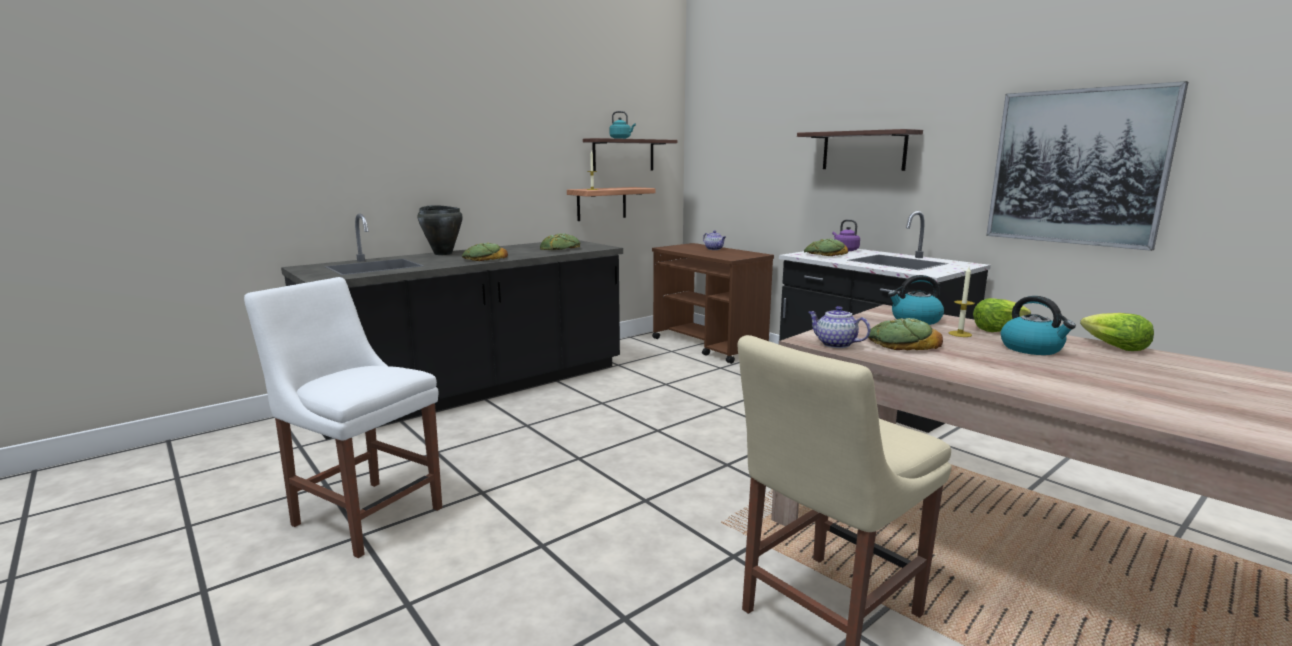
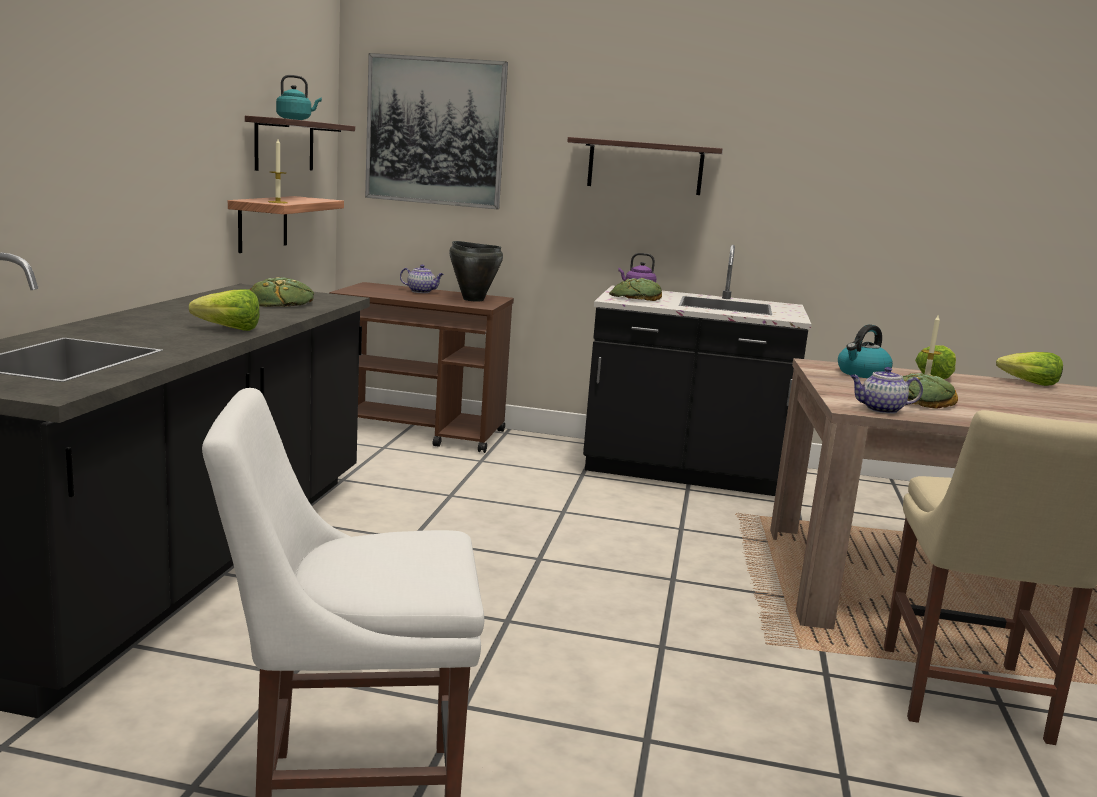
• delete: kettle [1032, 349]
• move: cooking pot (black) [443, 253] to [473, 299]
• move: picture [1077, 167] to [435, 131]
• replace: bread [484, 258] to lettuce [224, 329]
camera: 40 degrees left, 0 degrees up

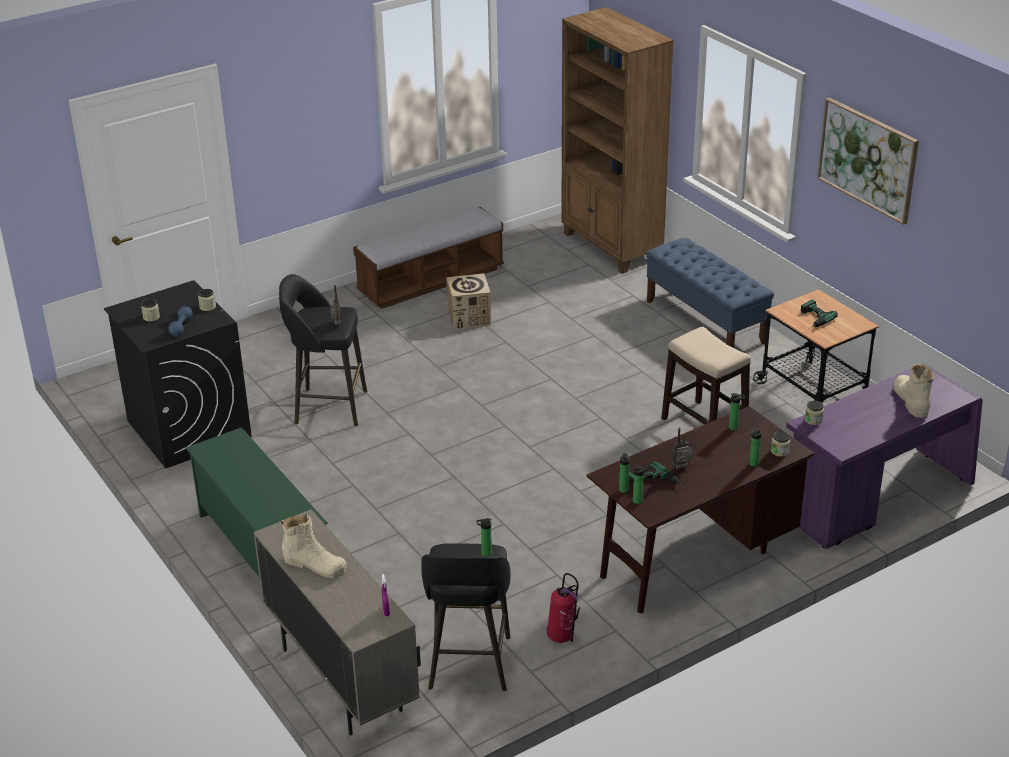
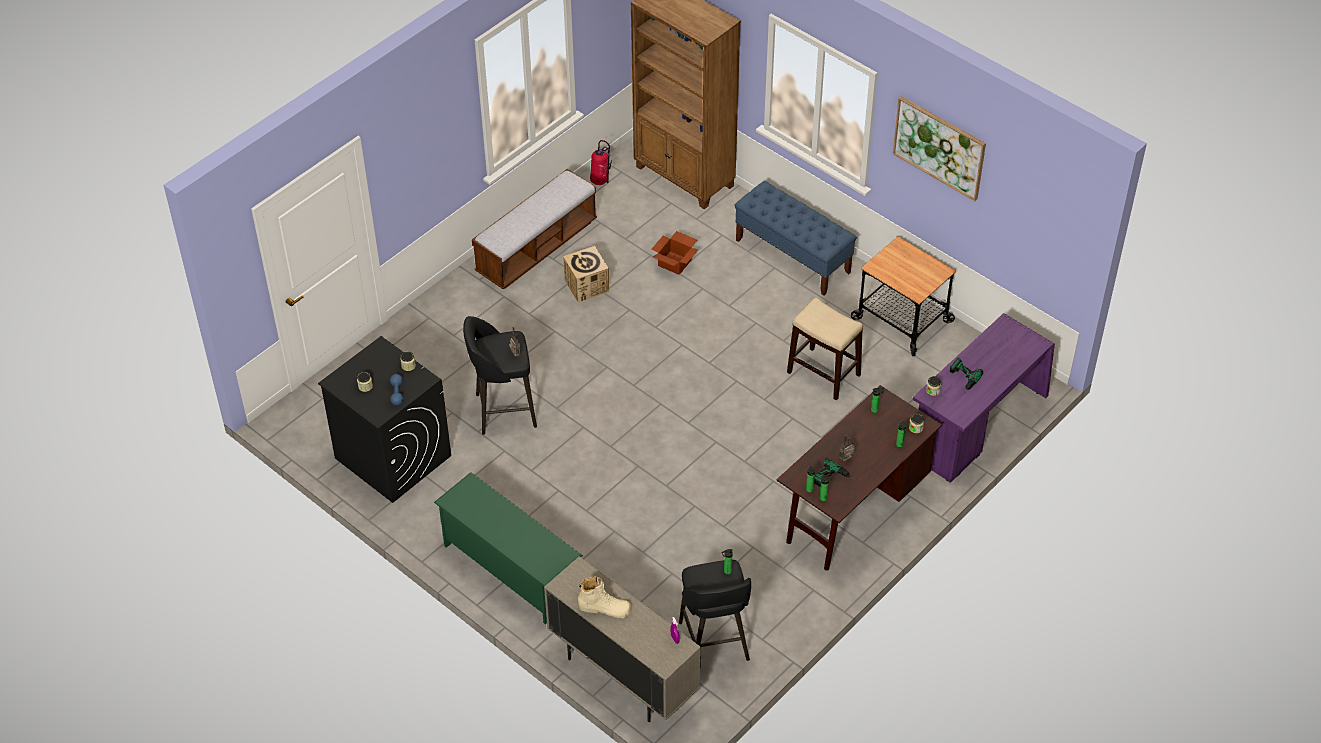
• delete: boot (beige) [911, 400]
• insert: cardboard box [675, 262]
• move: fire extinguisher [562, 637] to [600, 181]
• move: power drill [812, 319] to [961, 379]
camera: 15 degrees left, 15 degrees up

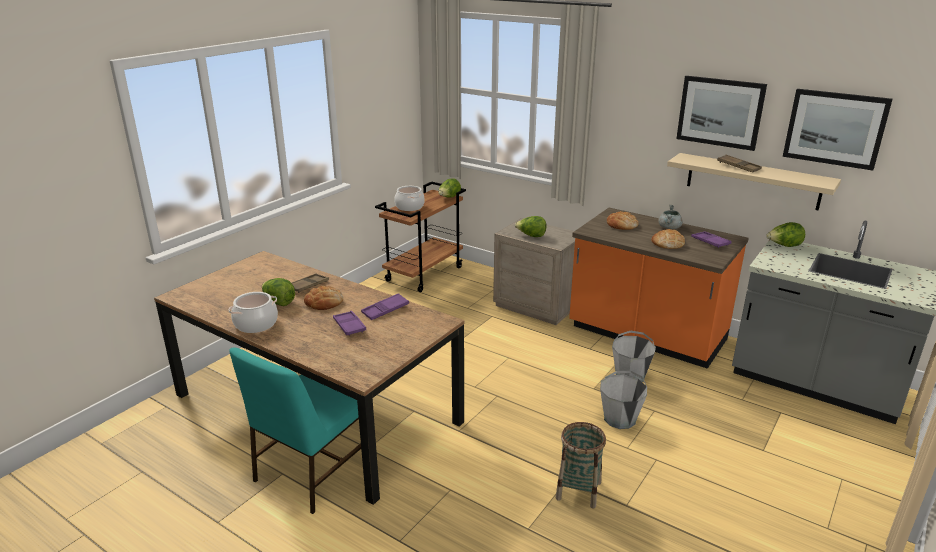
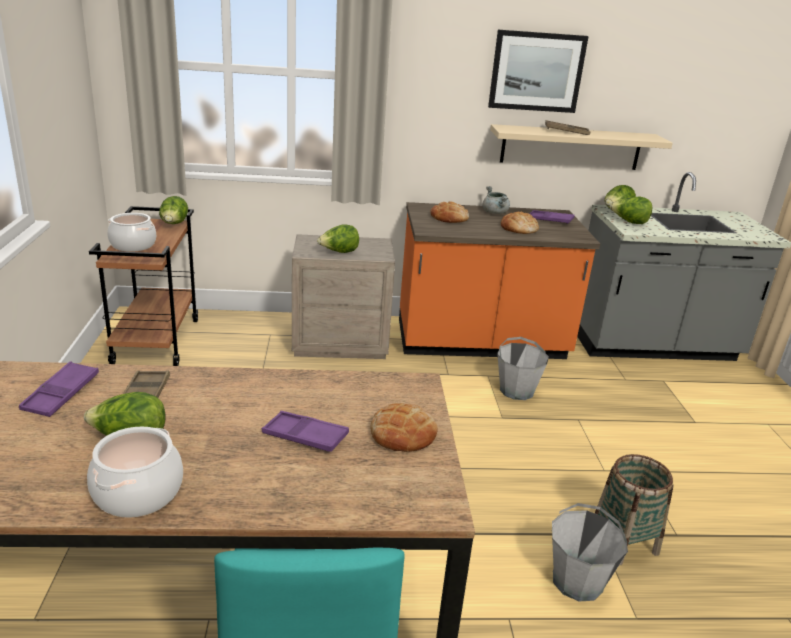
• delete: picture [835, 128]
• insert: lettuce [629, 222]
• move: bread [324, 302] to [403, 433]
• move: tray (purple) [385, 310] to [61, 394]
• move: bucket (grey) [620, 419] to [577, 581]
camera: 40 degrees left, 0 degrees up

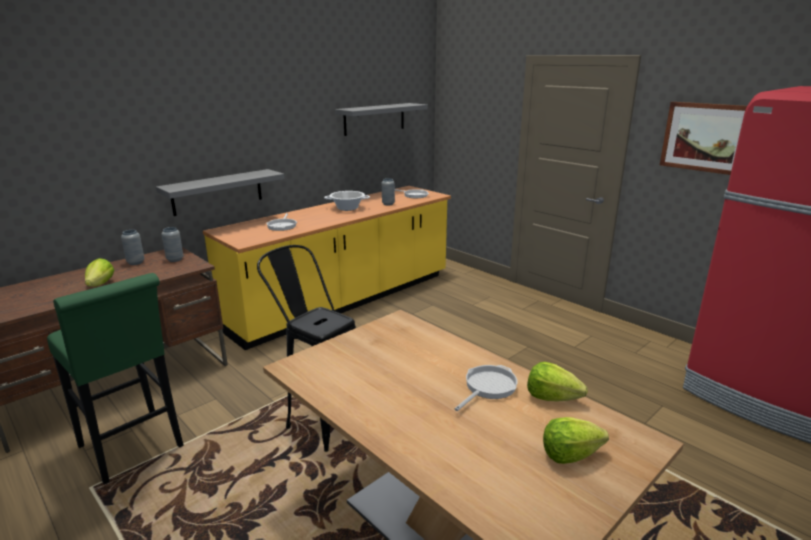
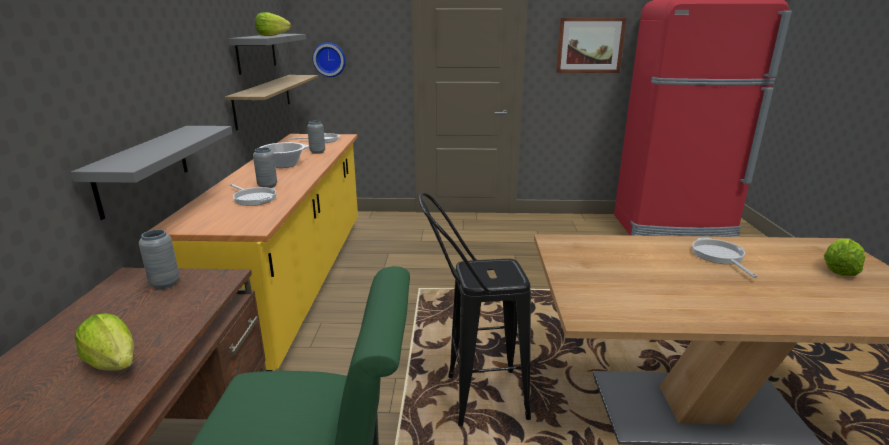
• insert: shelf [263, 99]
• insert: wall clock [329, 59]
• move: vase (grey) [136, 262] to [267, 186]
• move: lettuce [552, 397] to [272, 35]
camera: 45 degrees left, 0 degrees up

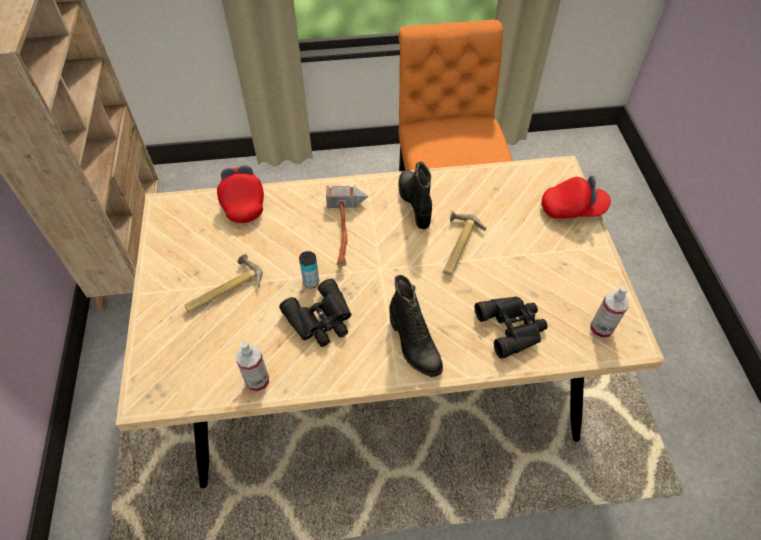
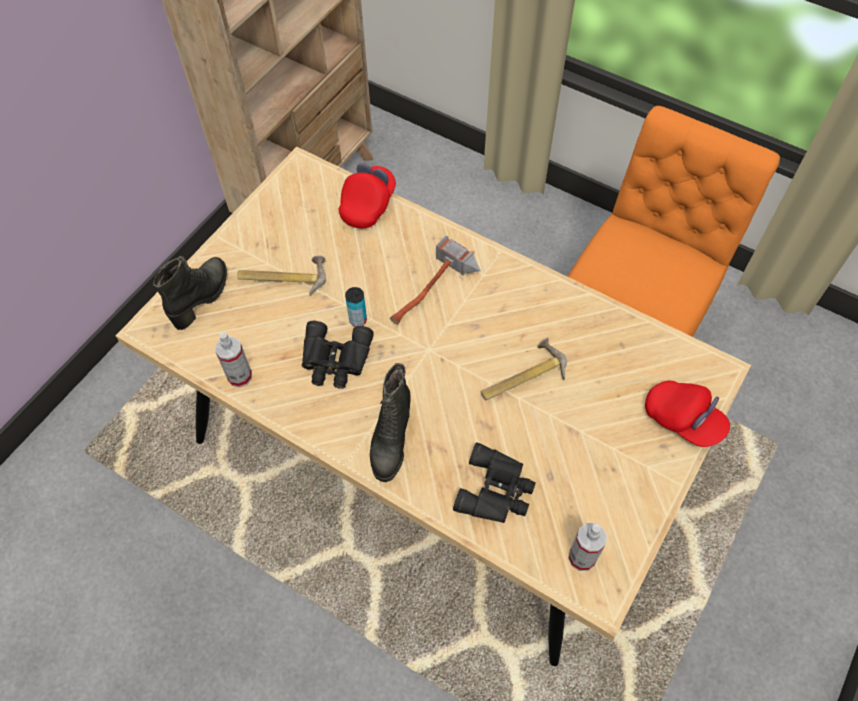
• move: boot (black) [415, 203] to [201, 298]
camera: 40 degrees right, 5 degrees up

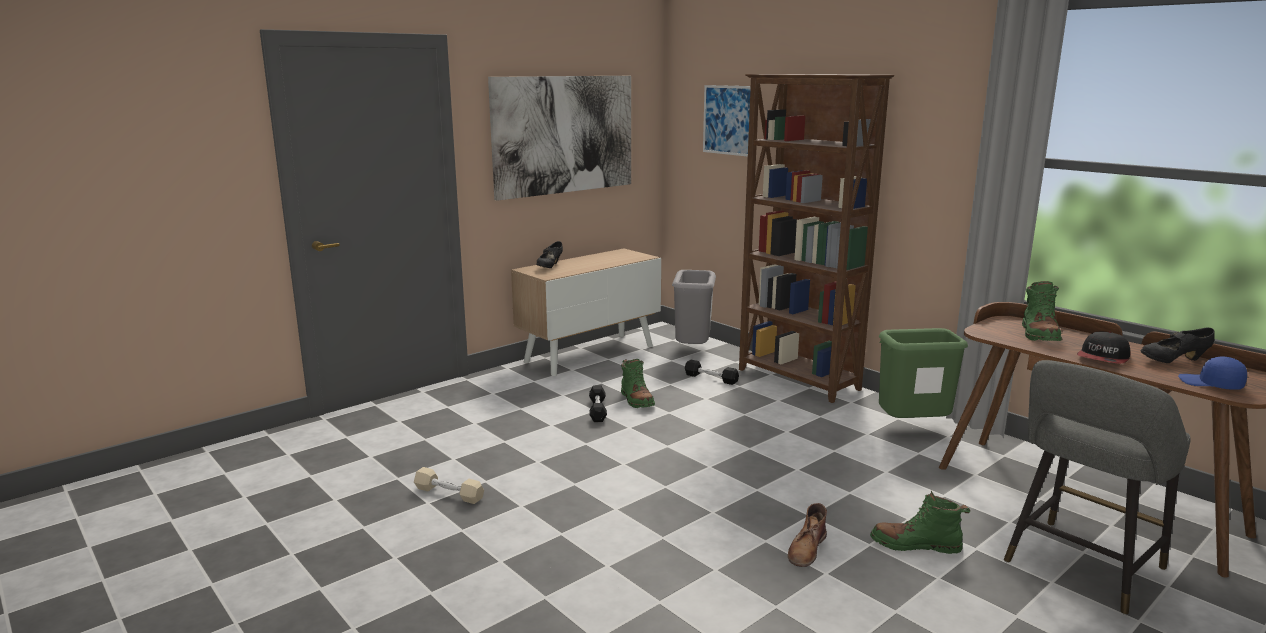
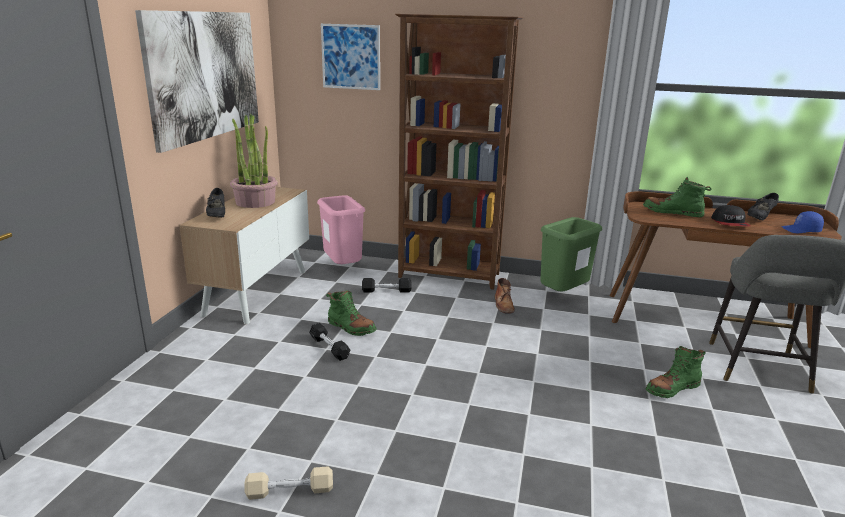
• insert: potted plant [255, 202]
• move: boot (brown) [807, 549] to [503, 304]
• recolor: trash can (grey) [693, 350] to trash can (pink) [343, 268]
• rotate: boot (green) [1039, 334] = [672, 213] 135 degrees clockwise
camera: 35 degrees left, 5 degrees up

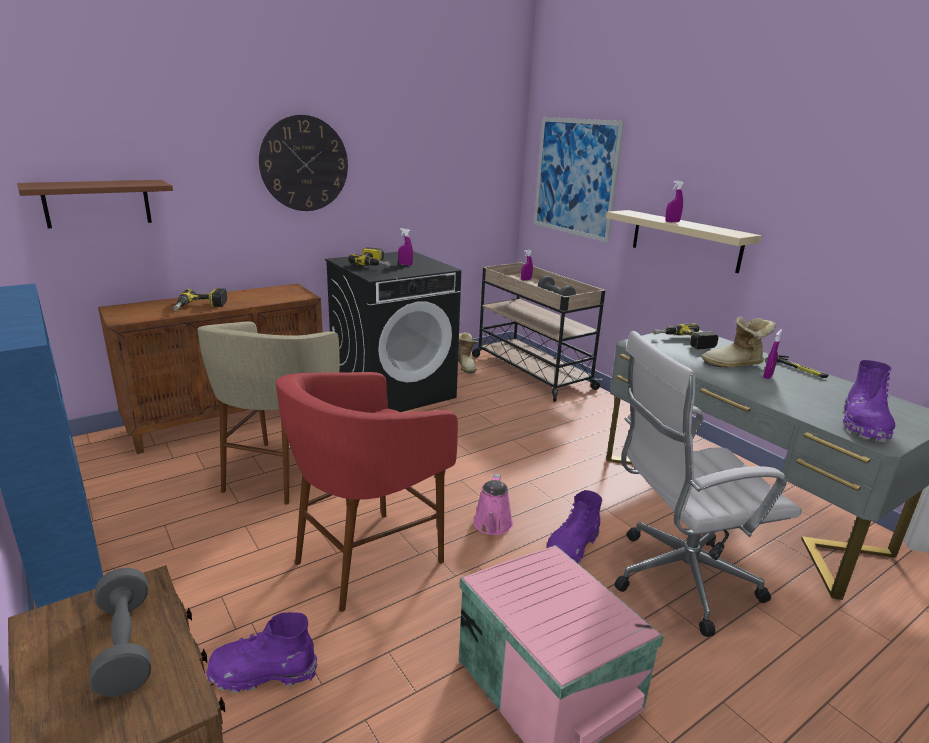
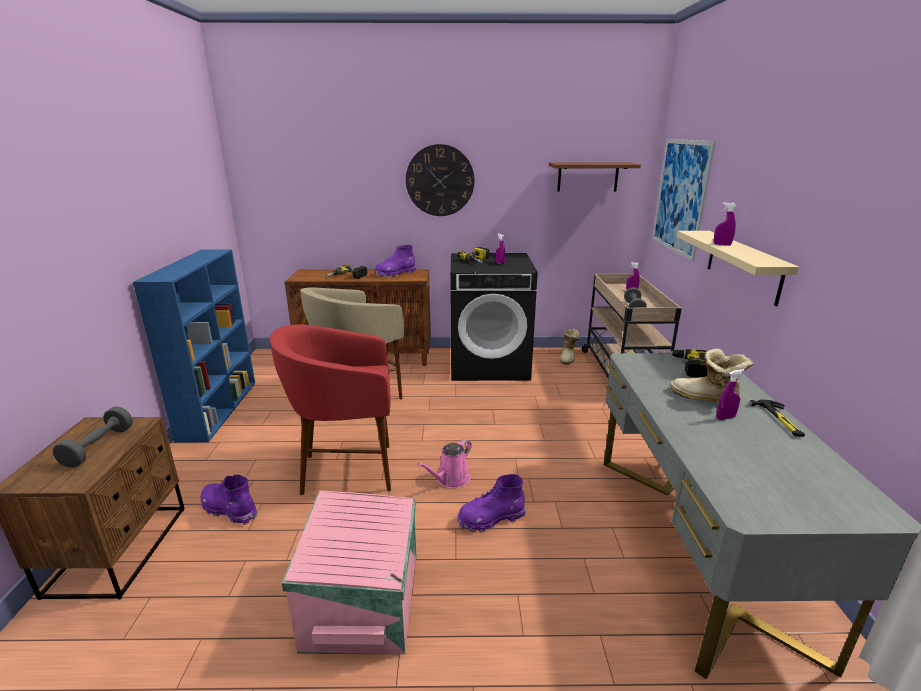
• delete: office chair (white) [676, 580]
• move: shelf (brown) [97, 203] to [588, 177]
• move: boot (purple) [863, 424] to [395, 274]
camera: 35 degrees right, 0 degrees up

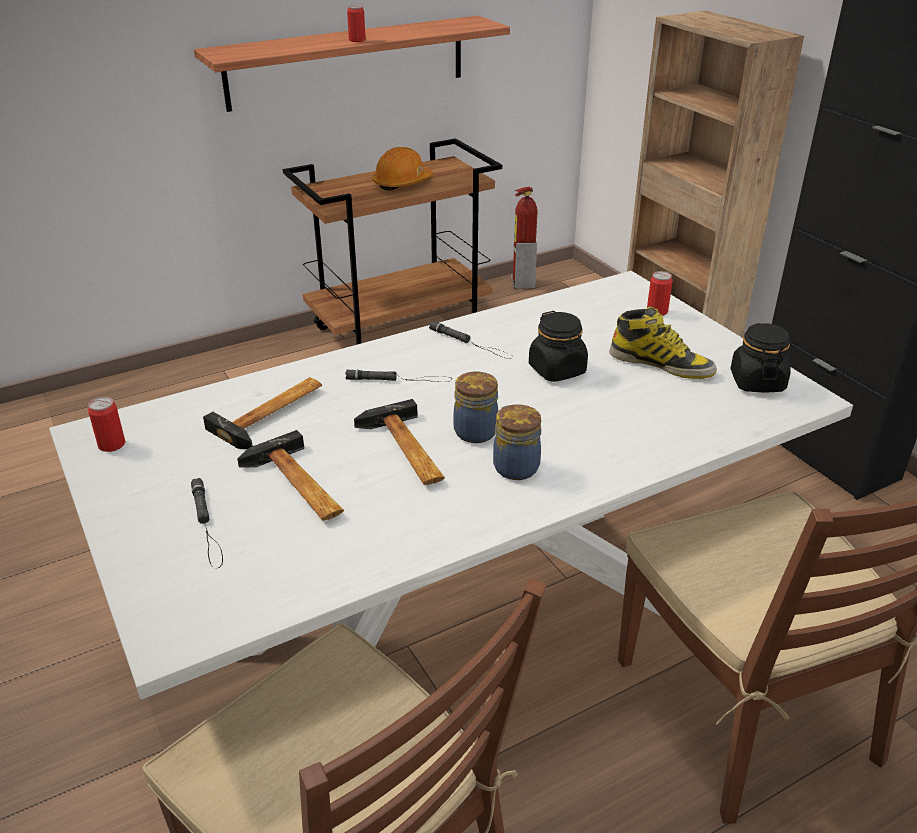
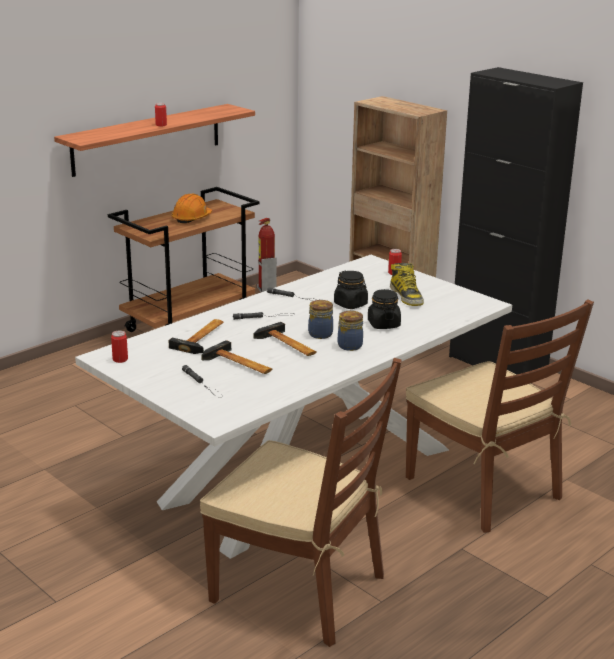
• move: jar (black) [757, 382] to [383, 324]
• rotate: boot [661, 364] = [406, 296] 60 degrees clockwise
camera: 15 degrees left, 10 degrees down

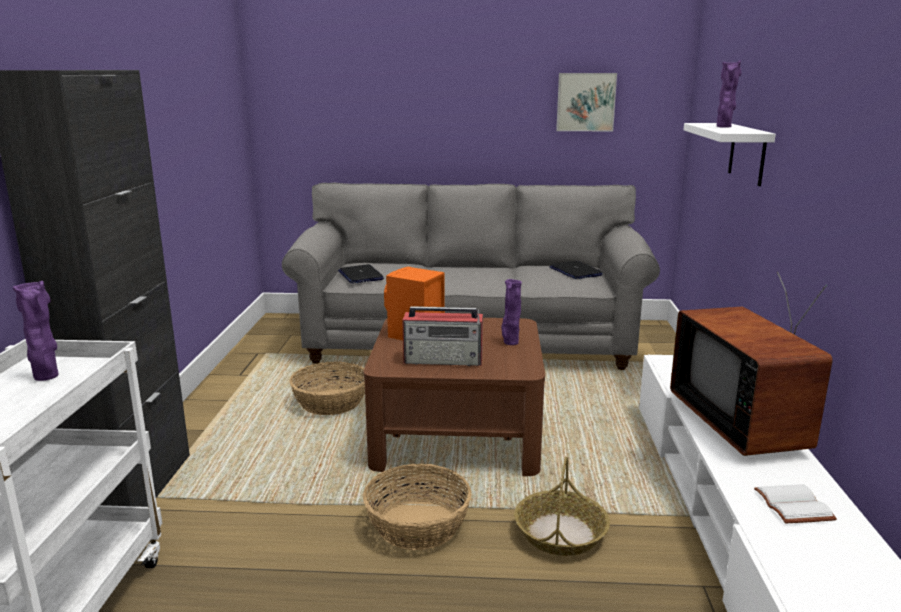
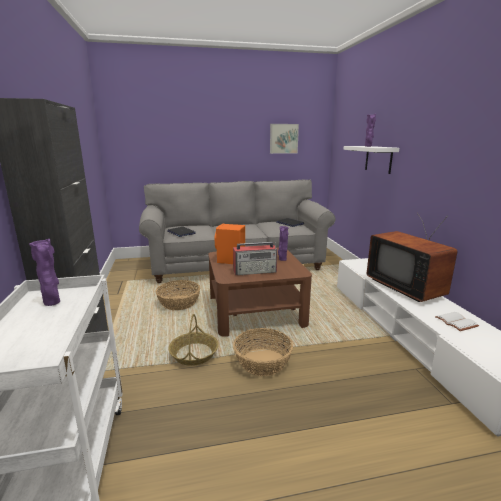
• move: basket [560, 533] to [194, 354]
camera: 15 degrees left, 0 degrees up

